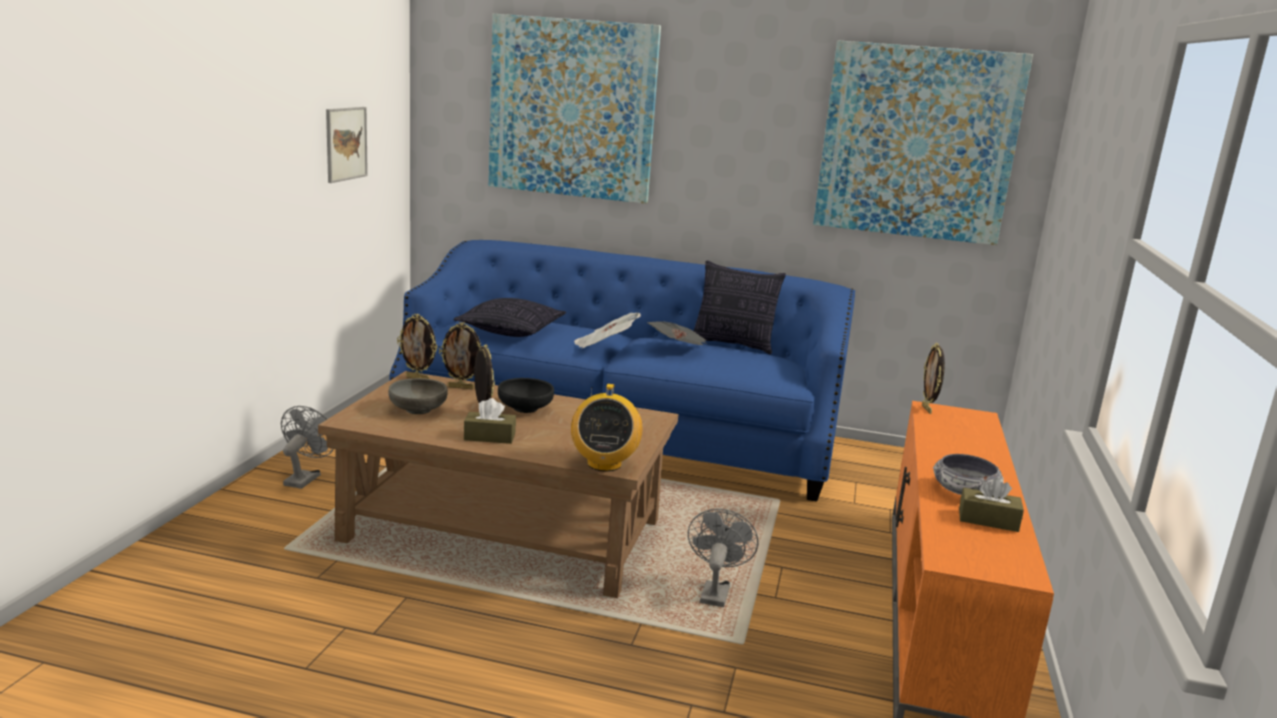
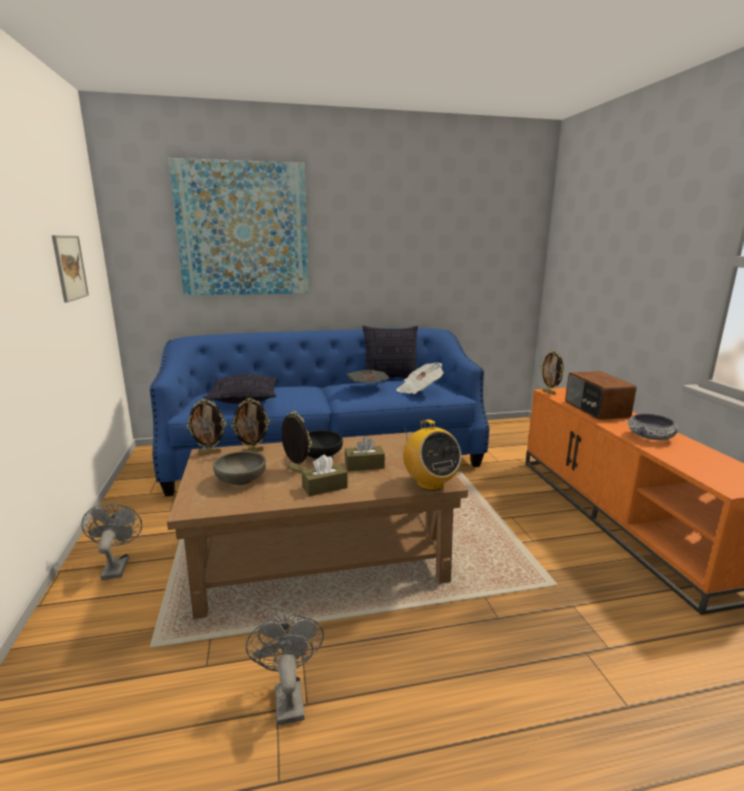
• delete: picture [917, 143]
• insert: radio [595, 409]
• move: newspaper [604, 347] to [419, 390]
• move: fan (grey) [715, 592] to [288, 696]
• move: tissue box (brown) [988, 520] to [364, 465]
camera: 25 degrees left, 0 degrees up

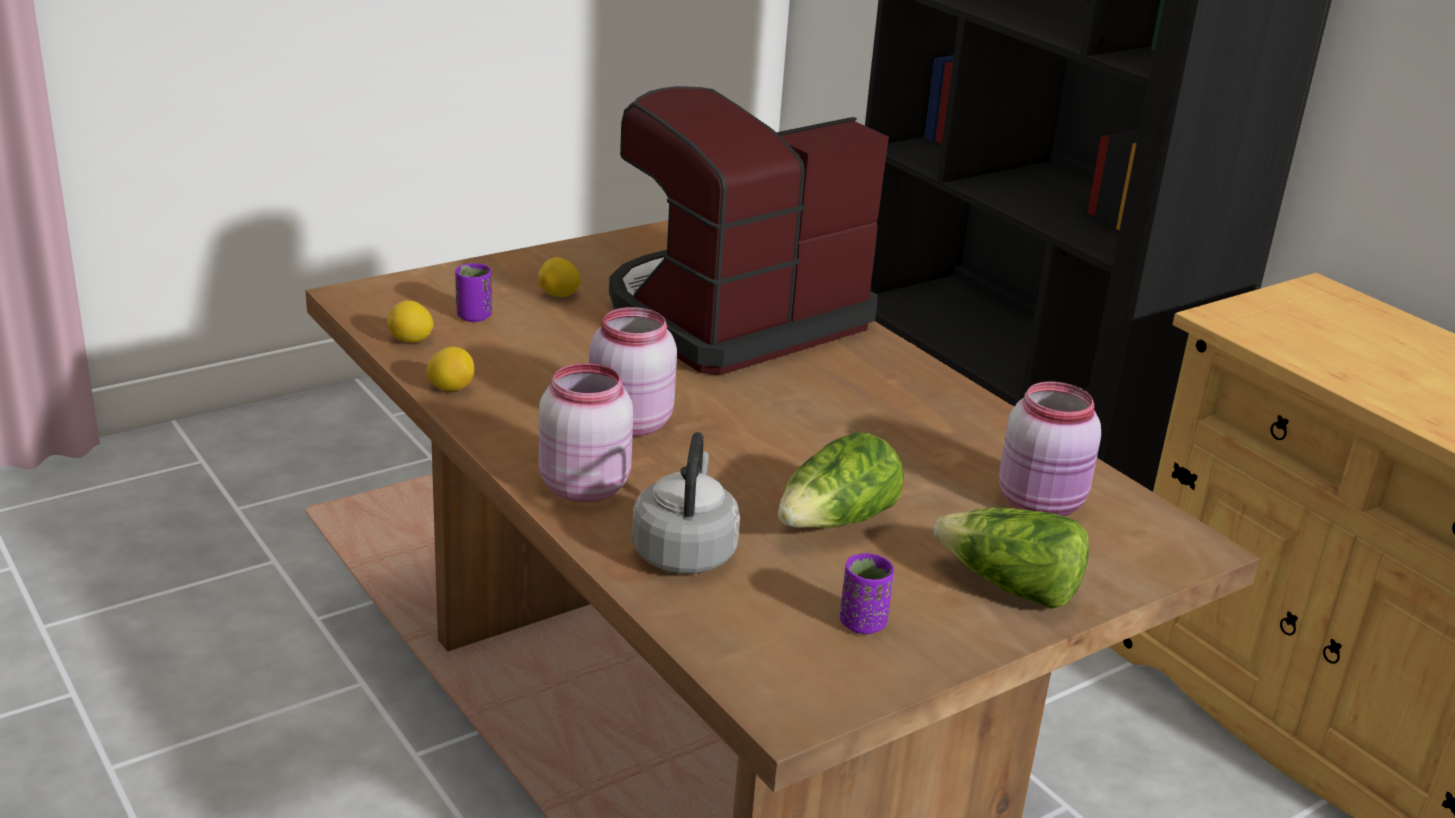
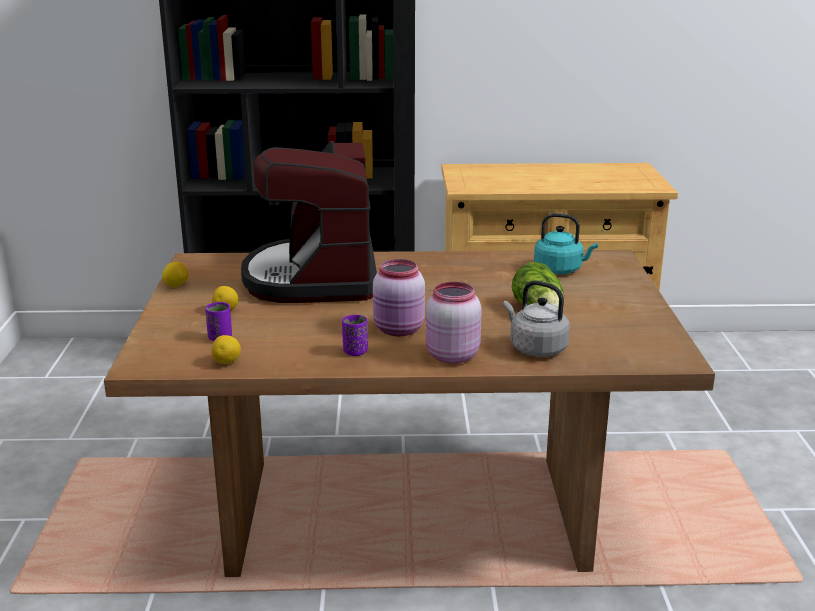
• delete: lettuce [1010, 587]
• move: lemon [451, 388] to [176, 285]
• move: cup (purple) [862, 623] to [355, 352]
• replace: jar (pink) [1043, 504] to kettle (turquoise) [560, 270]
camera: 55 degrees left, 5 degrees down

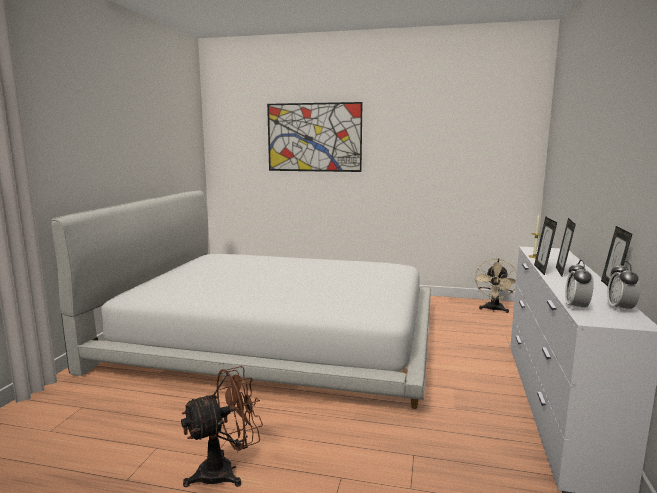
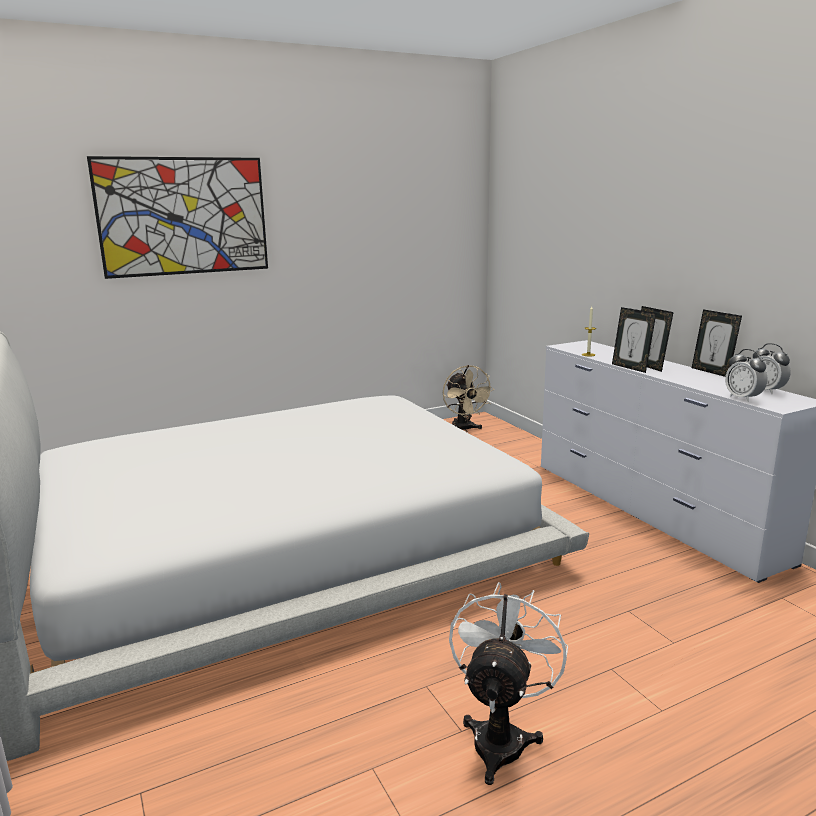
• recolor: fan (brown) [225, 471] to fan (white) [501, 736]
camera: 40 degrees left, 5 degrees up

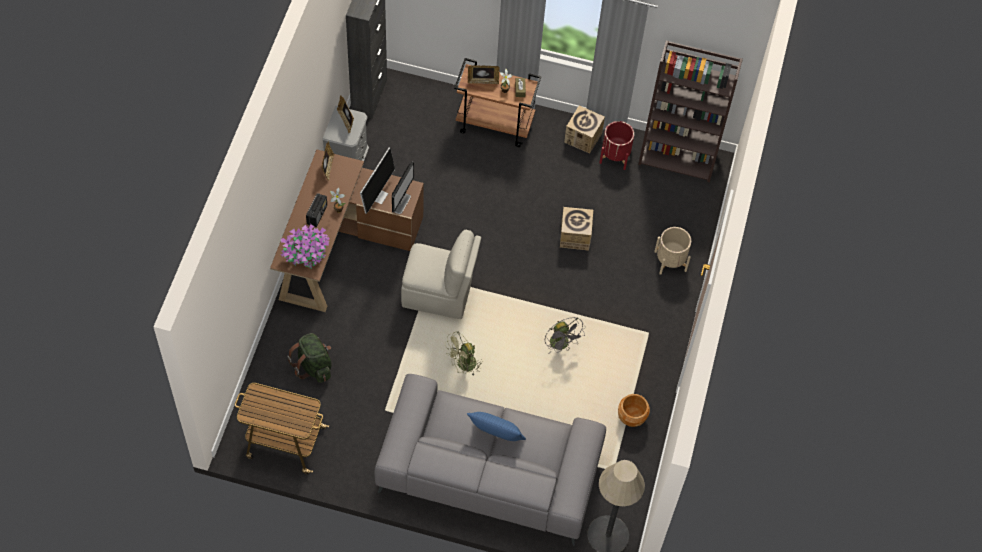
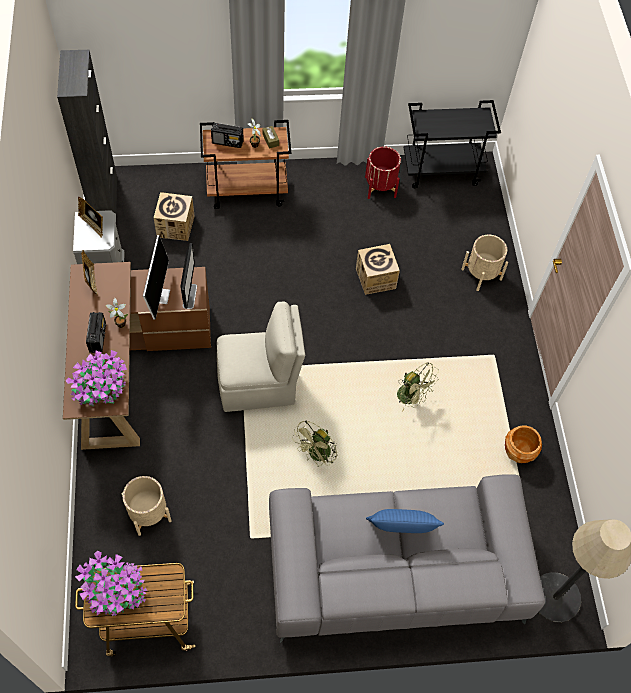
• insert: potted plant [115, 591]
• move: cardboard box [583, 137] to [175, 226]
• replace: backpack (green) [313, 365] to planter (beige) [148, 513]
• replace: picture frame [483, 81] to radio [228, 142]
• replace: bookcase (brown) [678, 157] to cart (black) [442, 171]
• recolor: fan (grey) [562, 345] to fan (green) [412, 397]
camera: 20 degrees left, 0 degrees up

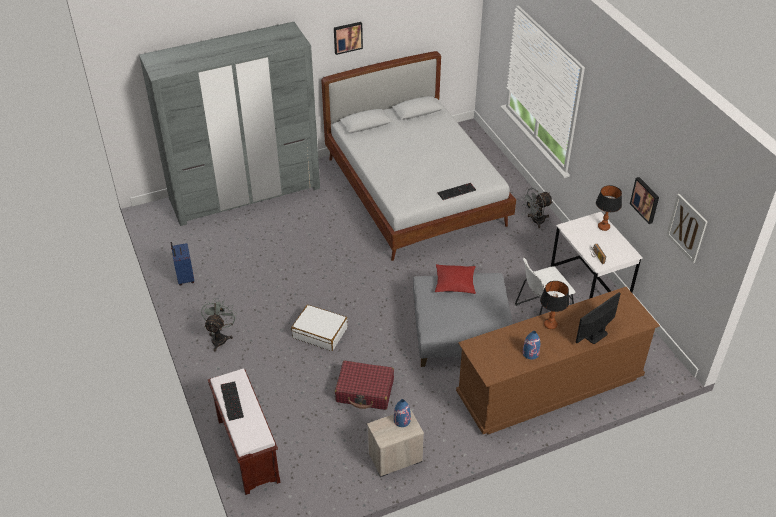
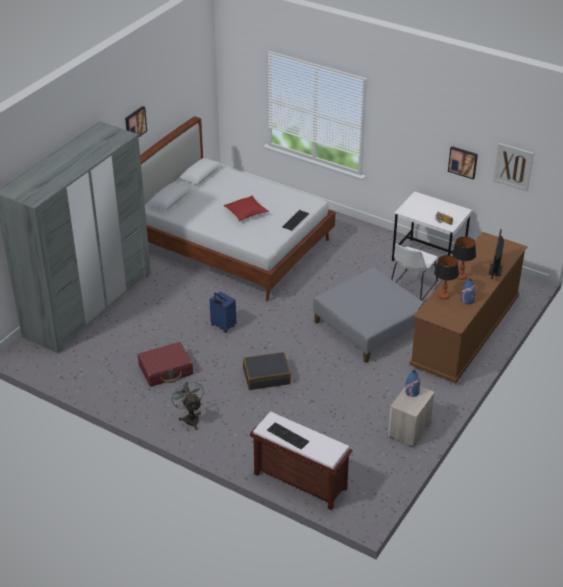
• delete: fan (grey) [535, 221]
• move: suitcase (blue) [185, 278] to [222, 326]
• move: suitcase (red) [365, 391] to [166, 370]
• move: pillow (red) [455, 283] to [246, 212]
• move: table lamp [603, 227] to [443, 296]
• recolor: suitcase (white) [320, 332] to suitcase (black) [266, 376]
camera: 35 degrees left, 5 degrees down

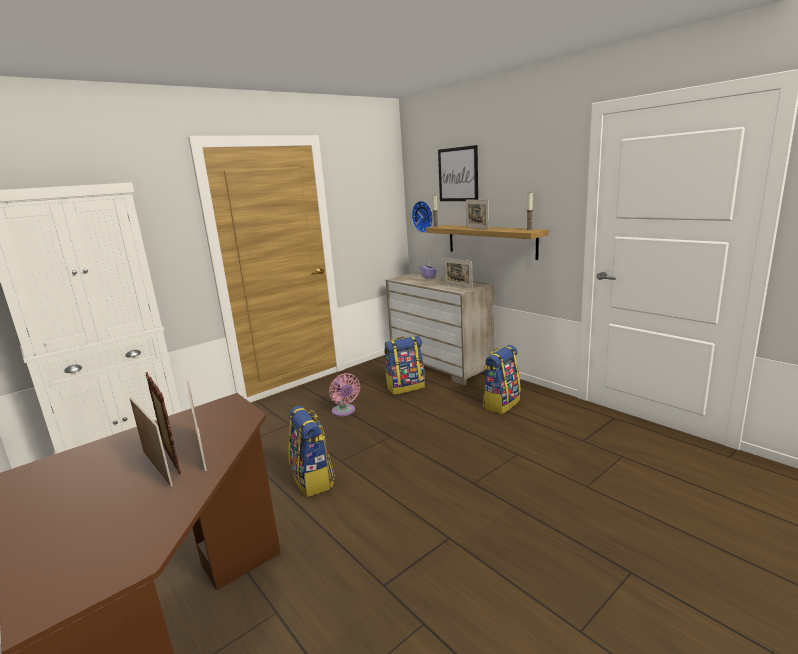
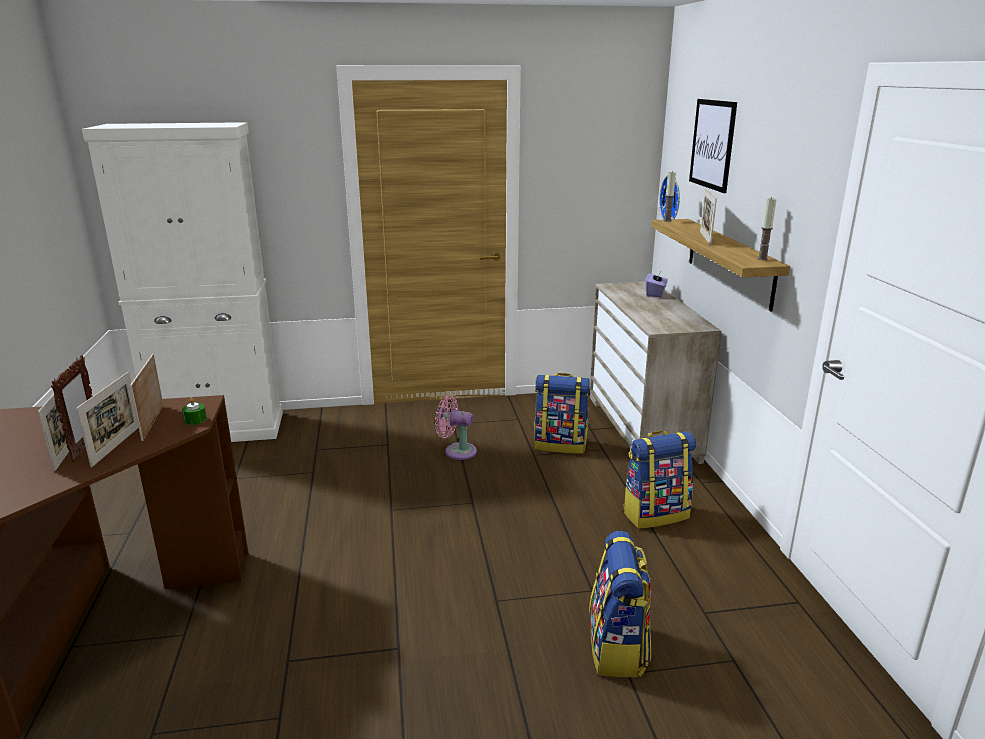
• insert: candle (green) [195, 420]
• move: backpack [313, 480] to [618, 648]
• move: picture frame [458, 286] to [153, 422]
• rotate: fan (pink) [344, 412] = [457, 451] 105 degrees clockwise
camera: 30 degrees right, 5 degrees up

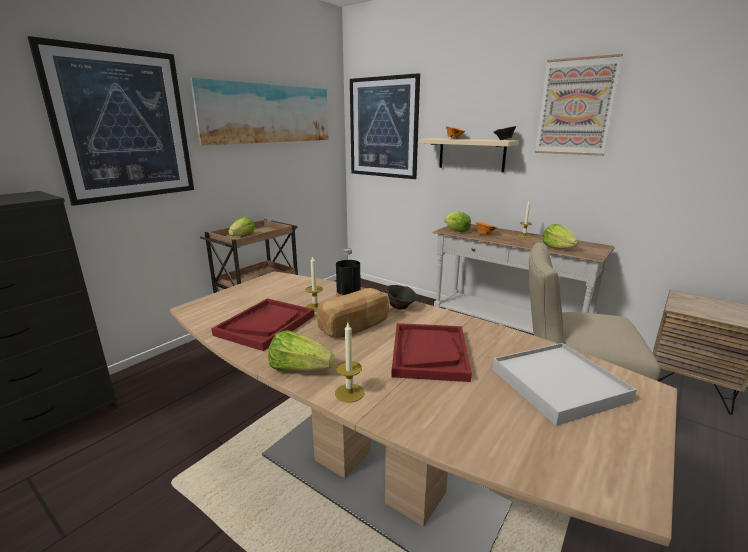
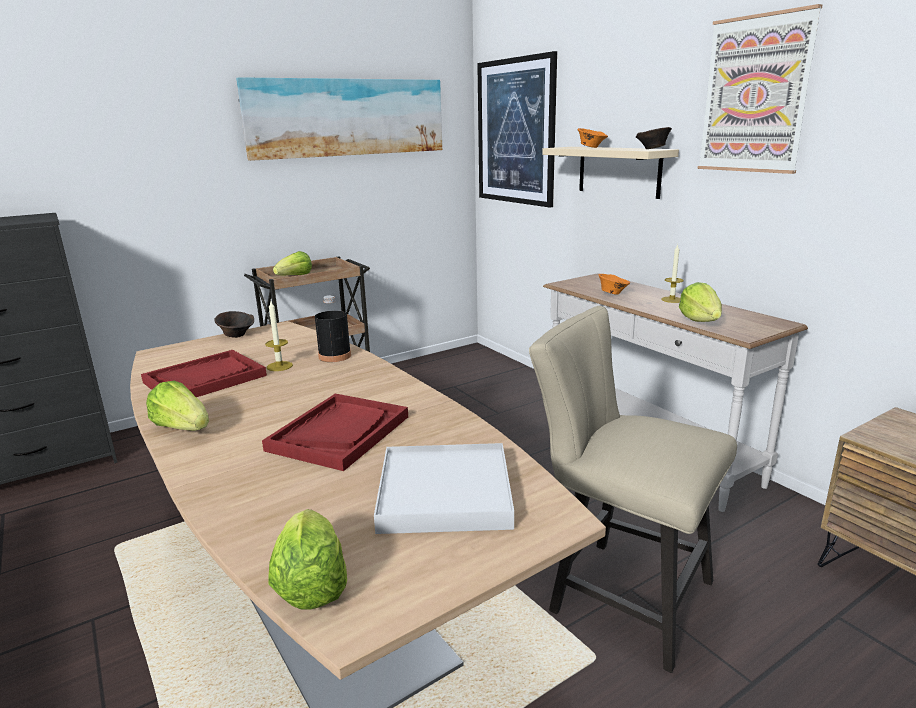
• delete: picture [123, 126]
• delete: bread [355, 327]
• delete: candle [349, 393]
• move: bowl (brown) [401, 307] to [237, 335]
• move: lettuce [456, 231] to [311, 584]
camera: 20 degrees right, 0 degrees up

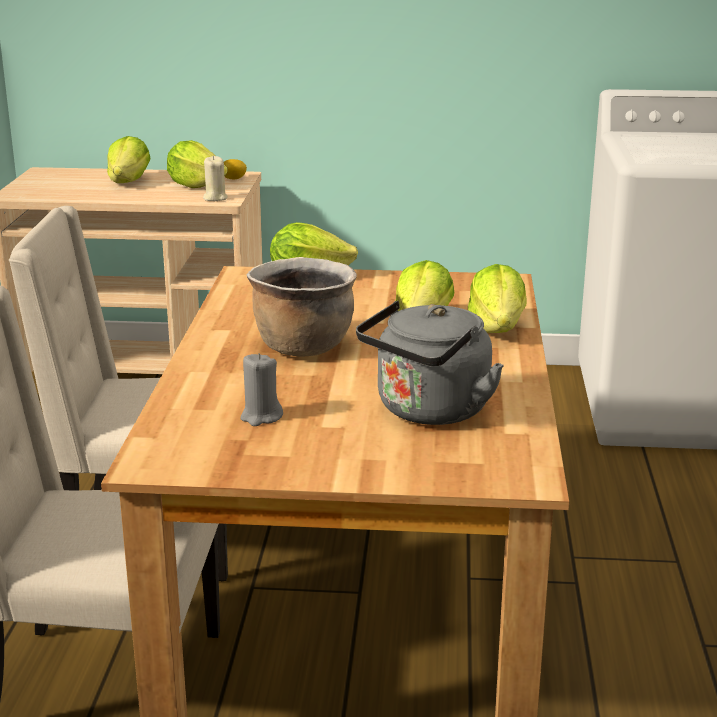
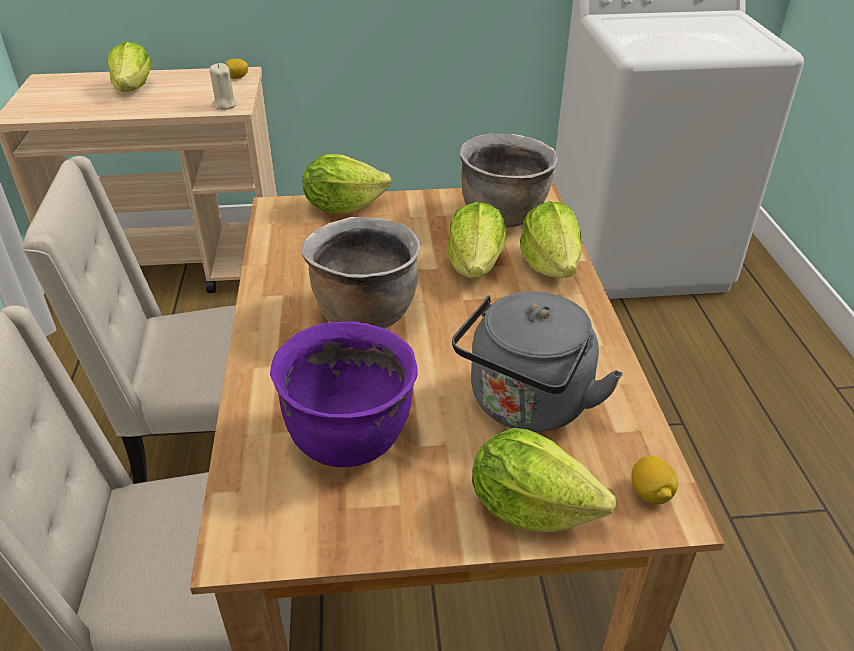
• insert: cooking pot (brown) [503, 215]
• insert: lemon [650, 493]
• move: lettuce [196, 185] to [530, 507]
• replace: candle (grey) [261, 417] to cooking pot (purple) [350, 438]
camera: 10 degrees left, 15 degrees up

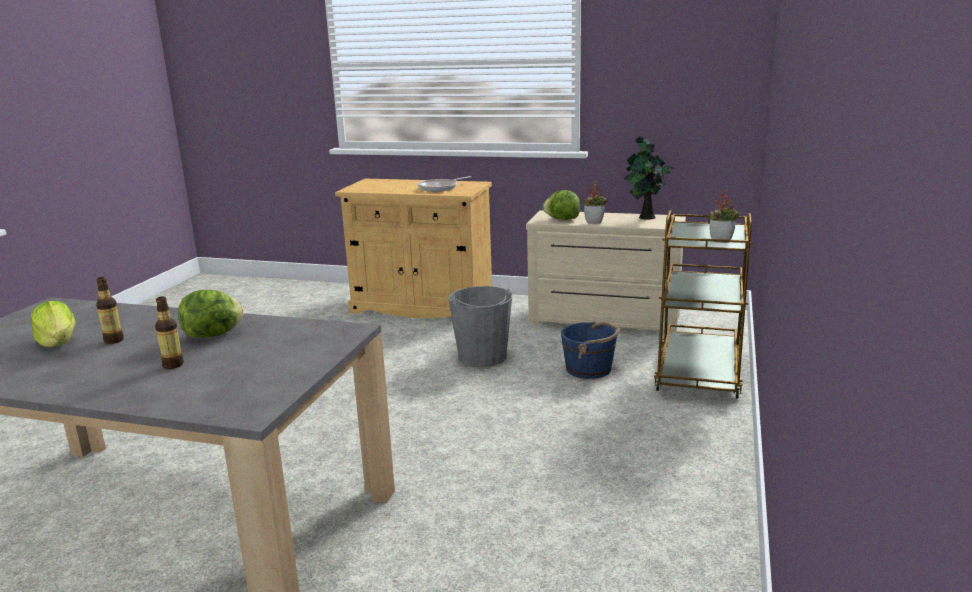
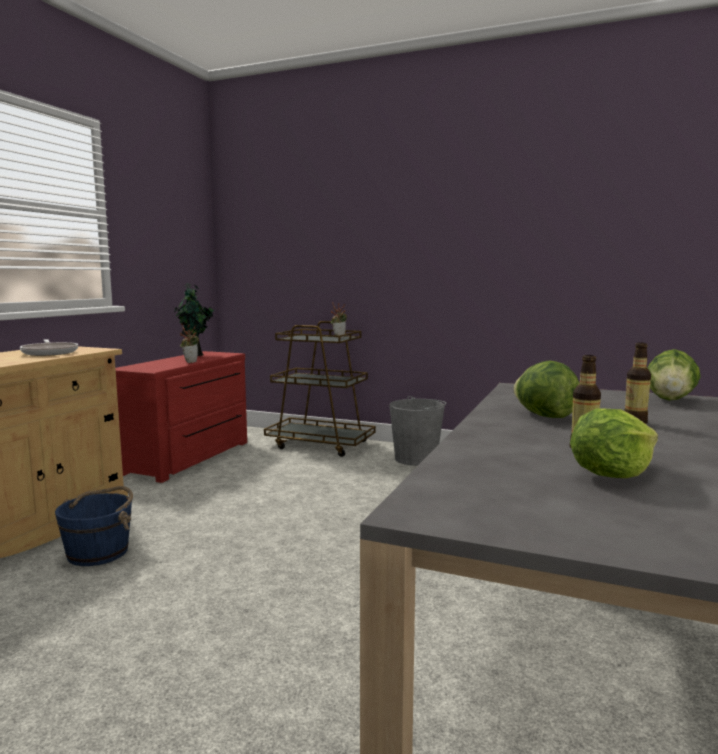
• move: bucket (grey) [482, 357] to [416, 459]
• move: lettuce [562, 219] to [670, 399]
• move: bucket (blue) [589, 369] to [99, 552]
• recolor: dresser (beige) [604, 320] to dresser (red) [190, 458]
camera: 85 degrees left, 10 degrees down

